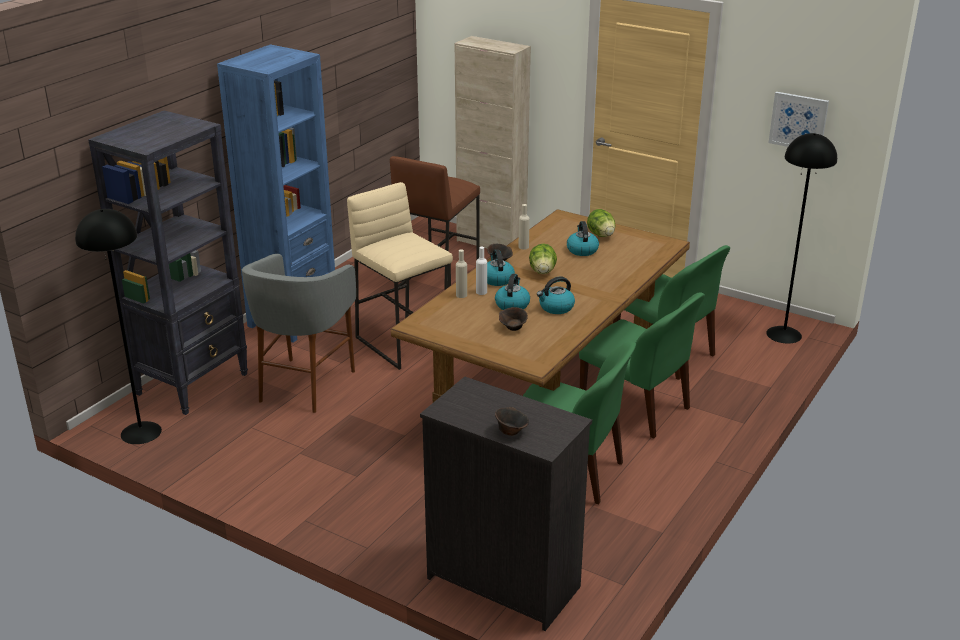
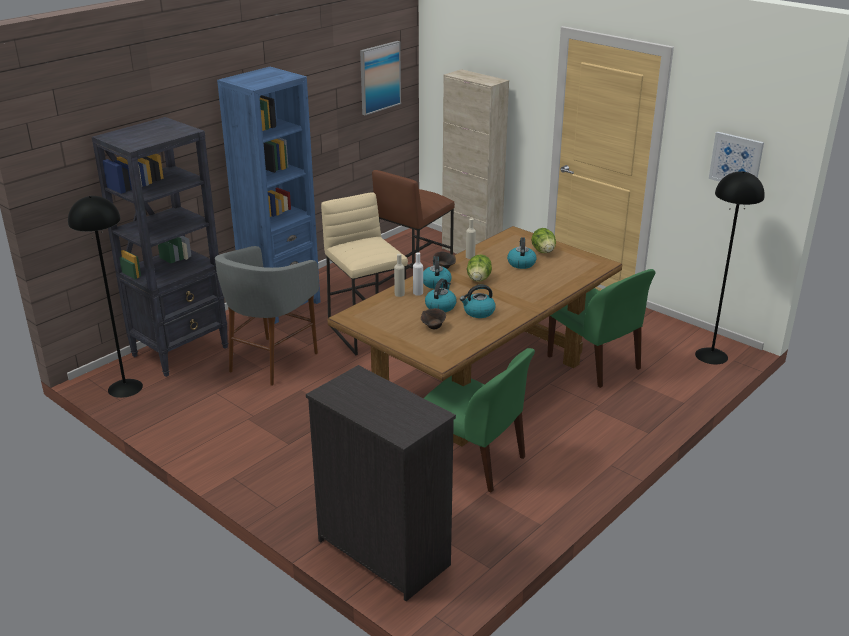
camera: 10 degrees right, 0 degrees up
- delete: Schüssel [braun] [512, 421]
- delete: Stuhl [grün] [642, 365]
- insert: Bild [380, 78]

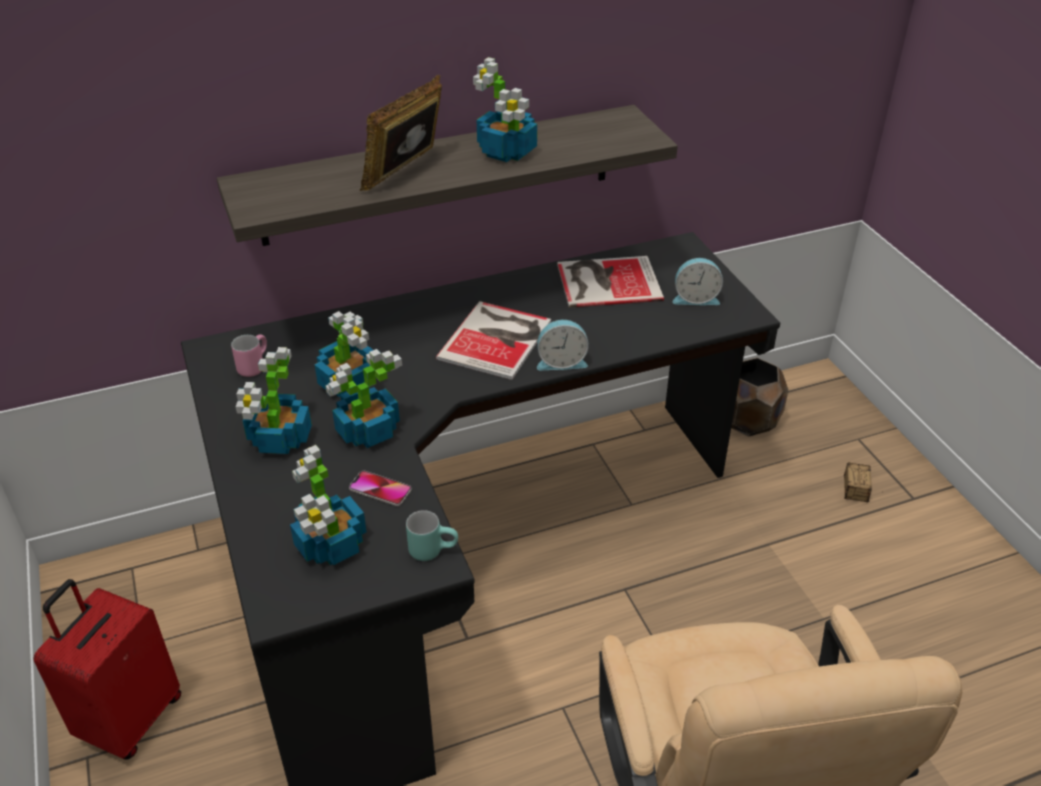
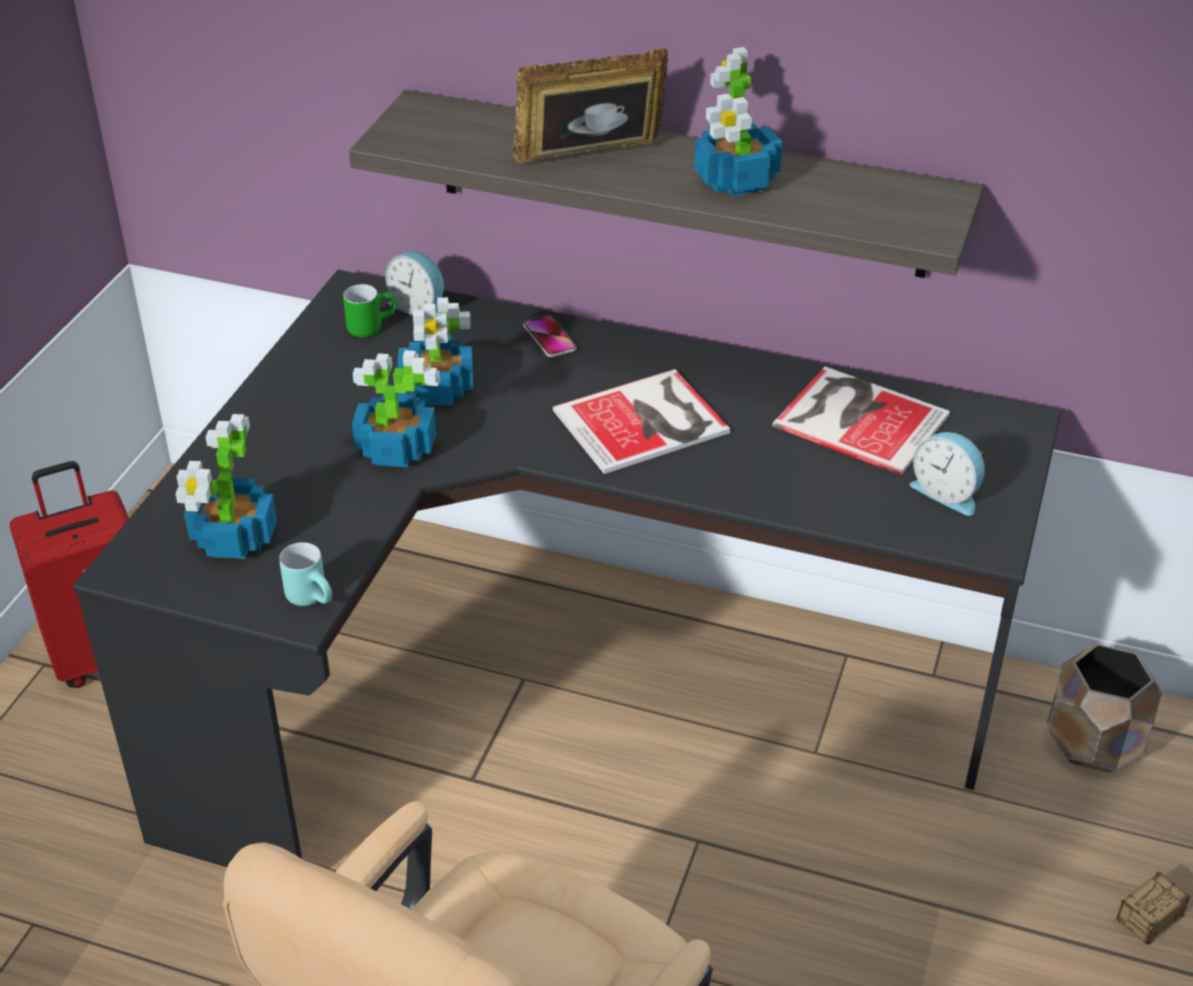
camera: 40 degrees right, 0 degrees up
- recolor: Henkelbecher [rosa] [249, 355] to Henkelbecher [grün] [370, 310]
- delete: Topfpflanze [273, 400]
- move: Handy [380, 488] to [550, 336]
- move: Wecker [563, 345] to [414, 284]

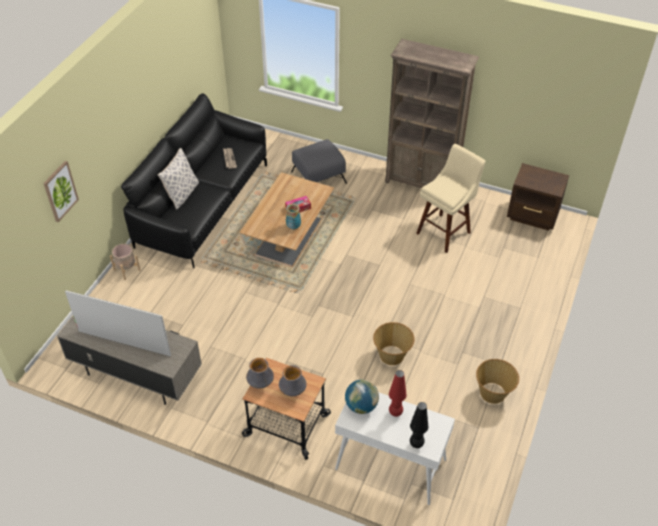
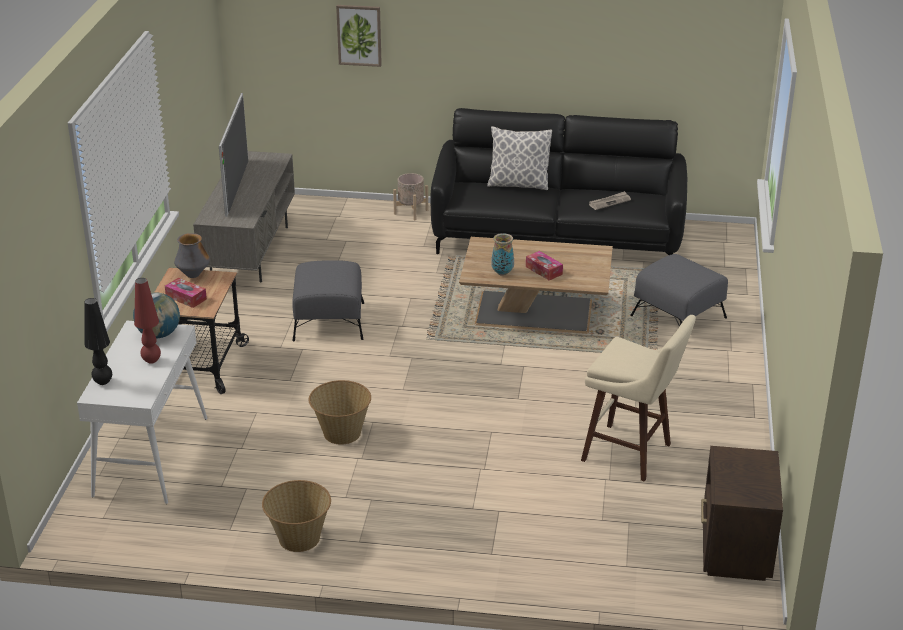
camera: 75 degrees right, 15 degrees down
- replace: Vase [292, 380] to Taschentuchbox [186, 293]
- delete: Bücherregal [braun] [432, 113]
- insert: Polsterhocker [grau] [328, 300]

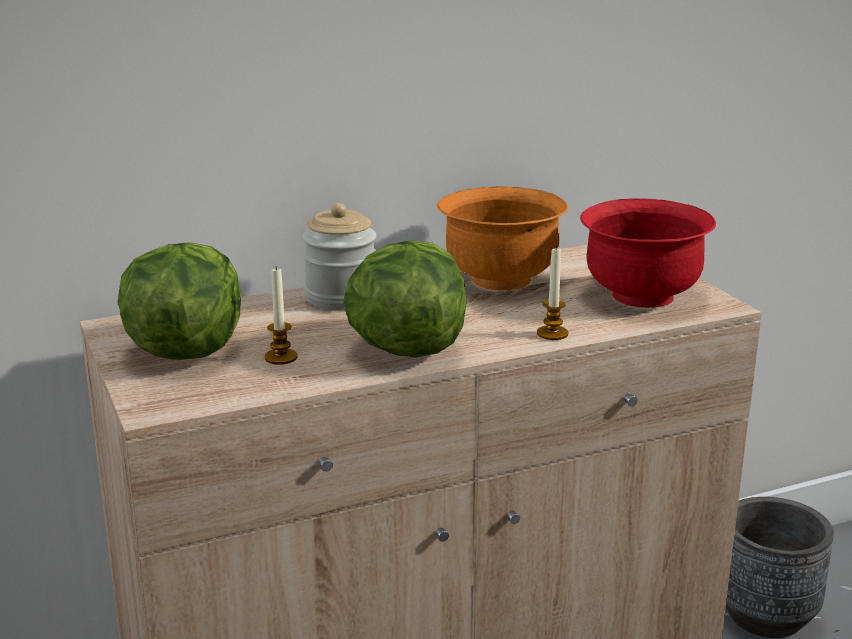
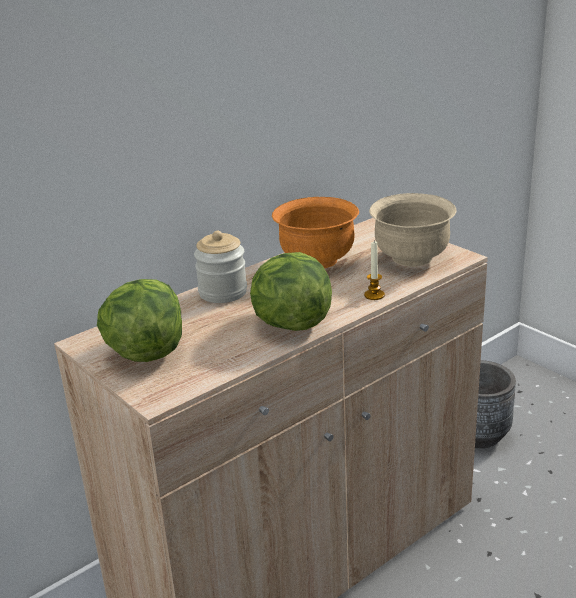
camera: 15 degrees left, 5 degrees up
- delete: Kerze [281, 316]
- recolor: Schüssel [rot] [648, 253] to Schüssel [beige] [412, 229]

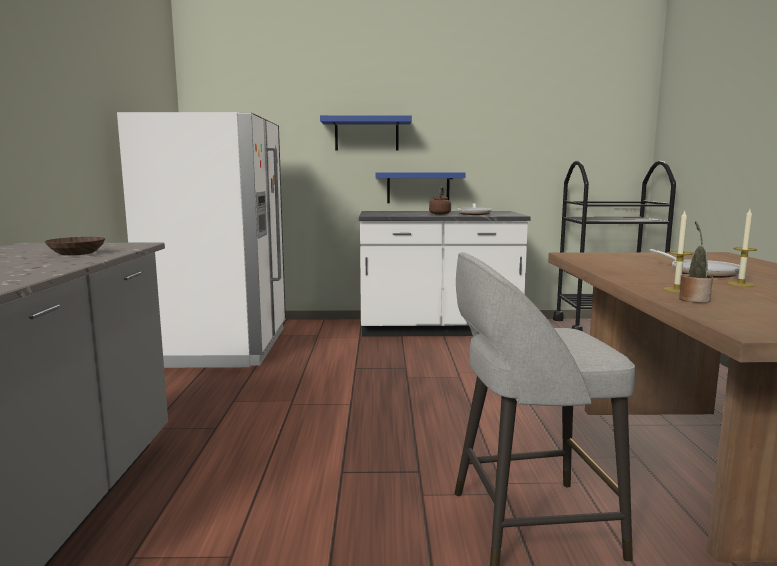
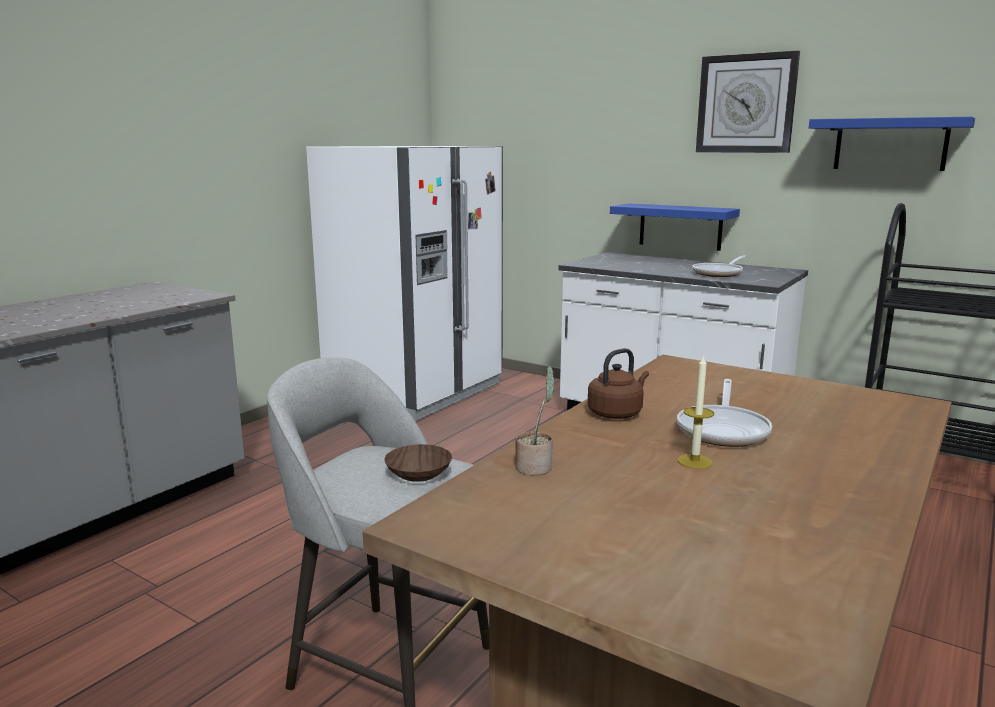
camera: 35 degrees right, 5 degrees up
- move: Schüssel [braun] [75, 246] to [418, 463]
- move: Wandregal [blau] [366, 132] to [892, 144]
- move: Wasserkessel [braun] [440, 200] to [618, 383]
- delete: Kerze [678, 252]
- insert: Wanduhr [748, 102]

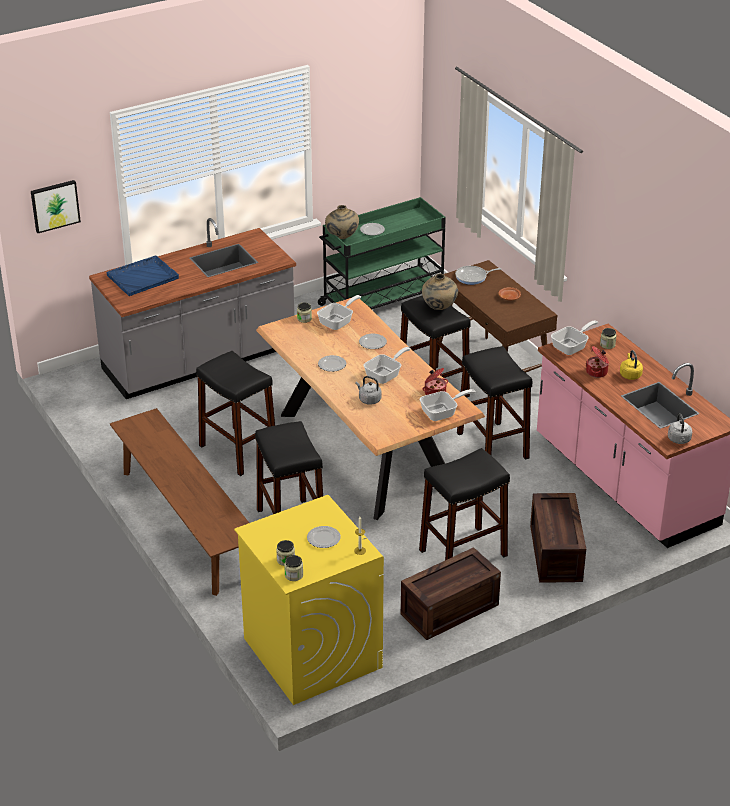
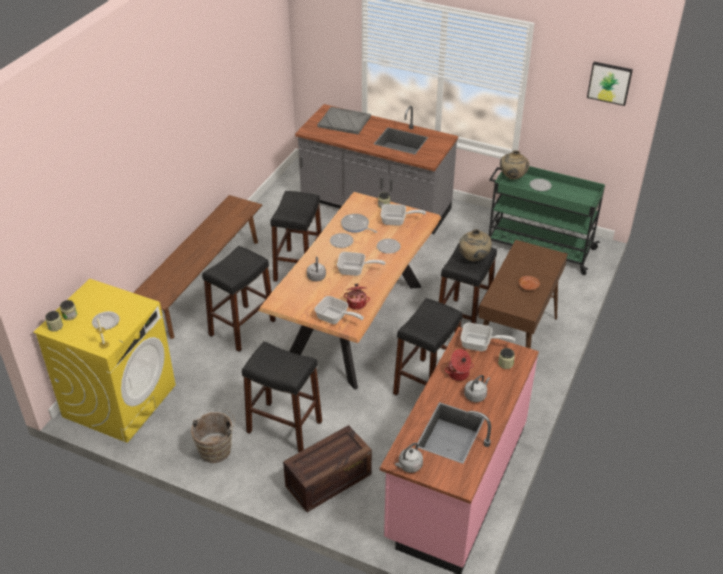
camera: 55 degrees right, 5 degrees up
- move: Bild [56, 206] to [610, 84]
- recolor: Tablett [blau] [143, 275] to Tablett [grau] [344, 120]
- replace: Kiste [451, 593] to Eimer [braun] [213, 435]
- move: Pfanne [478, 275] to [359, 223]
- recolor: Wasserkessel [gelb] [631, 365] to Wasserkessel [grau] [477, 388]

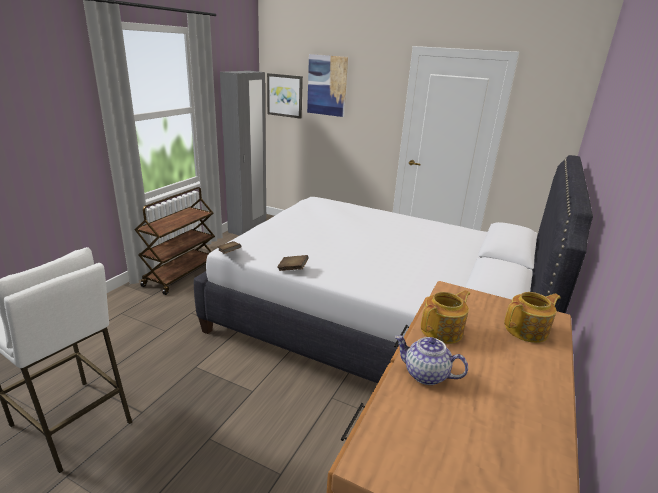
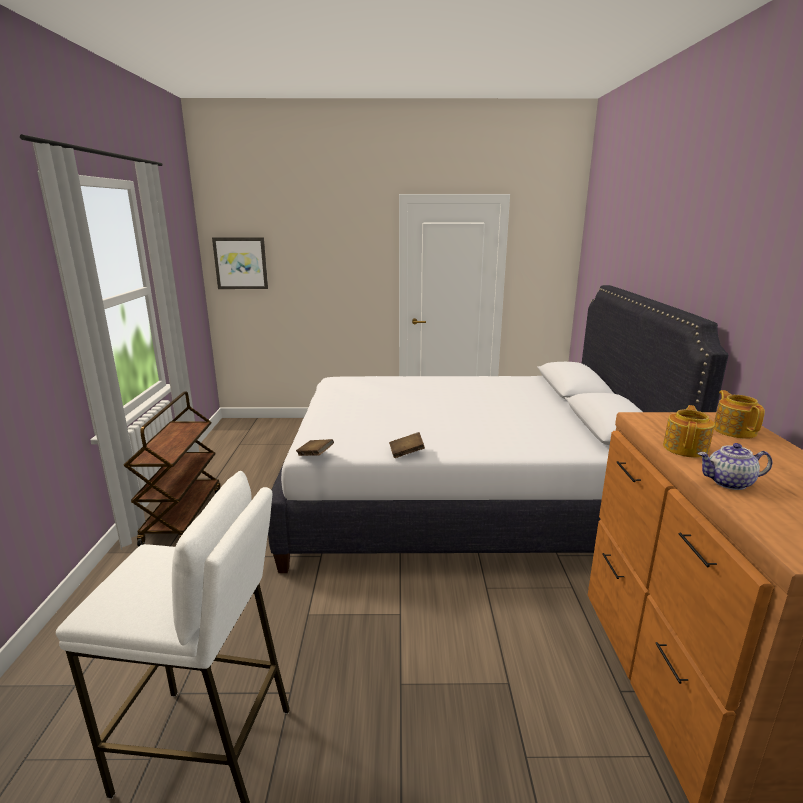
camera: 25 degrees left, 5 degrees down
- delete: Kleiderschrank [grau] [243, 153]
- delete: Bild [327, 85]
- rotate: Teekanne [532, 317] = [739, 414] 45 degrees counterclockwise

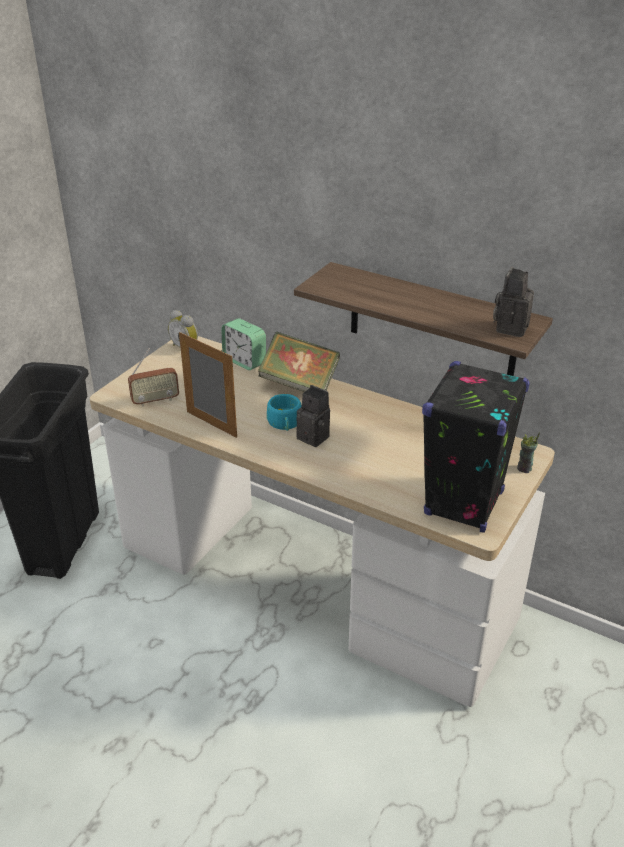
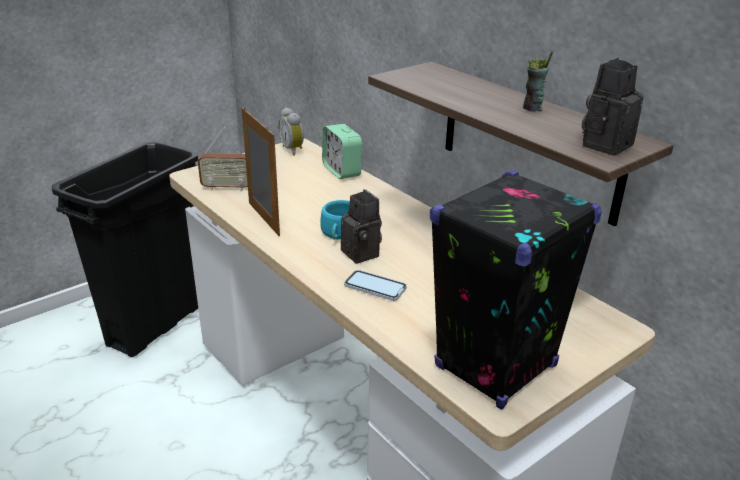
camera: 20 degrees right, 5 degrees down
- delete: Buch [299, 362]
- move: Tasse [528, 452] to [538, 82]
- insert: Handy [375, 285]

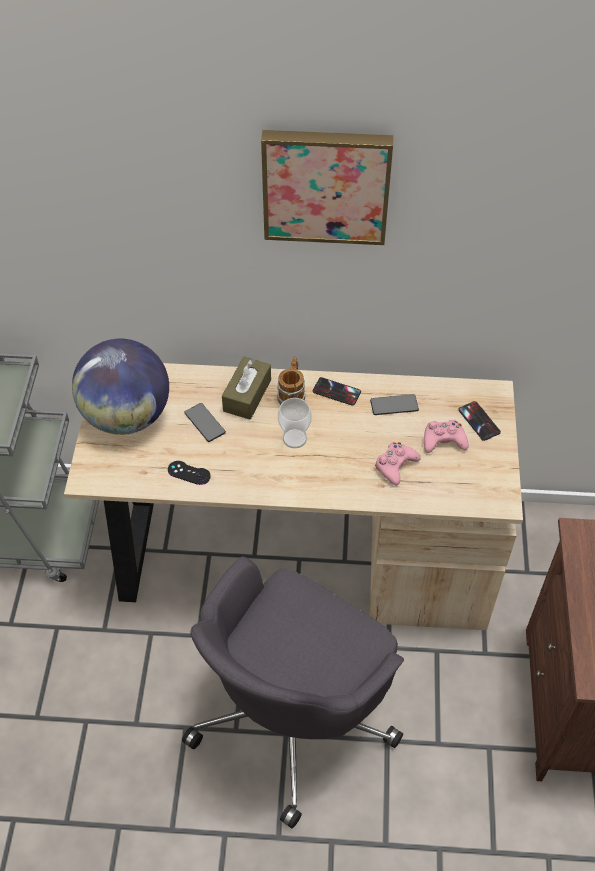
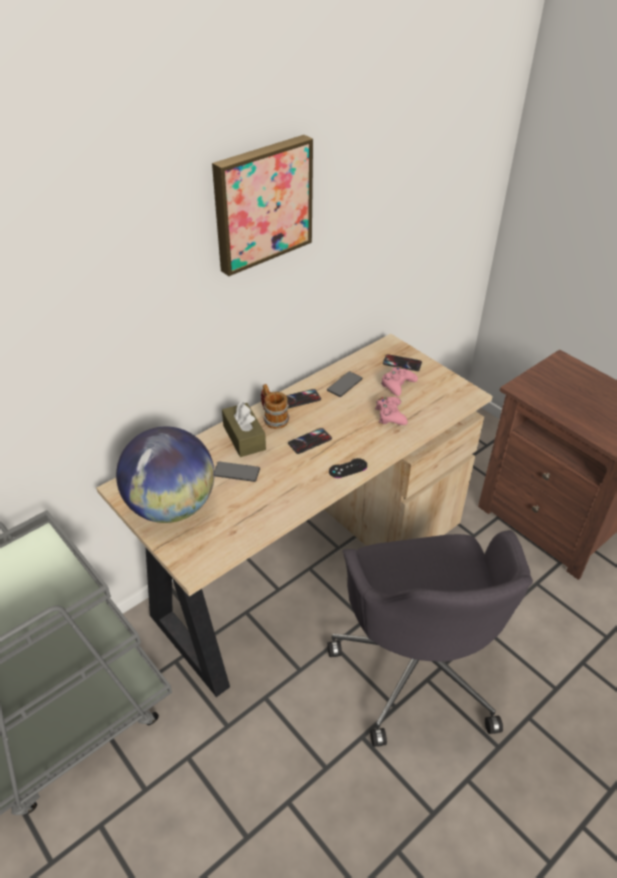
camera: 45 degrees left, 10 degrees down
- move: Gamepad [schwarz] [189, 473] to [348, 468]
- replace: Tasse [295, 423] to Handy [310, 441]

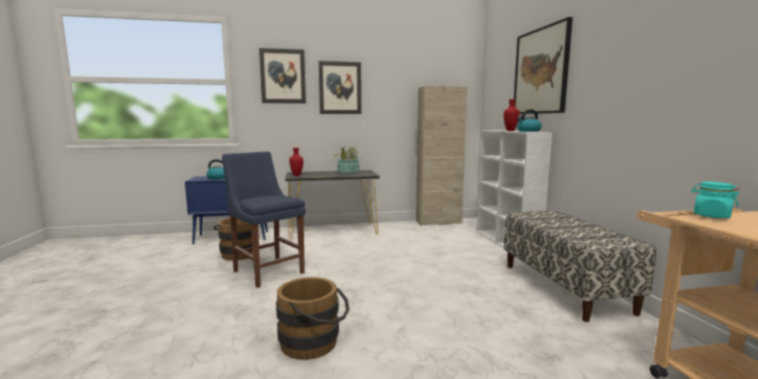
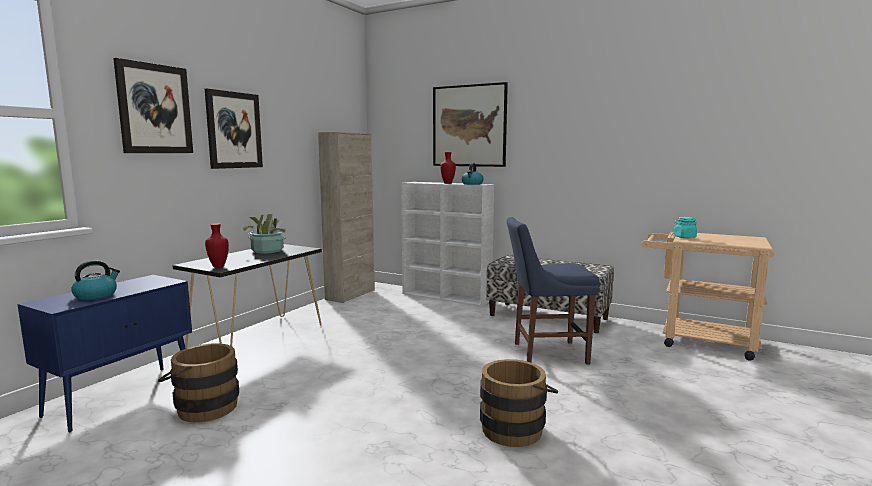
camera: 50 degrees left, 0 degrees up
- move: Stuhl [blau] [264, 219] to [553, 290]

